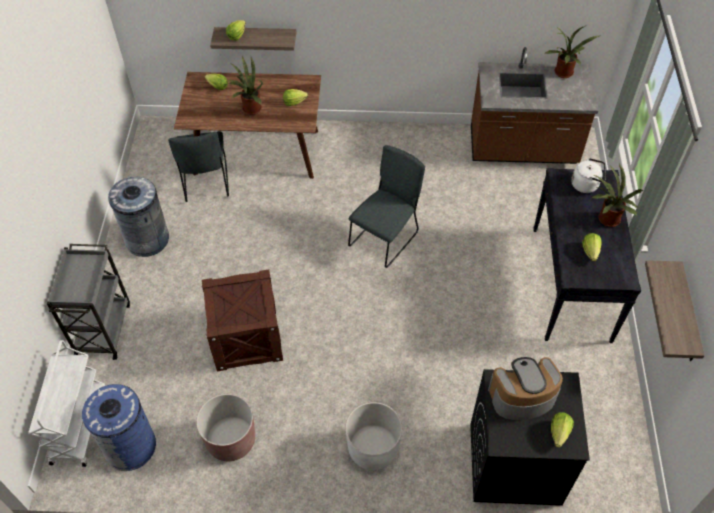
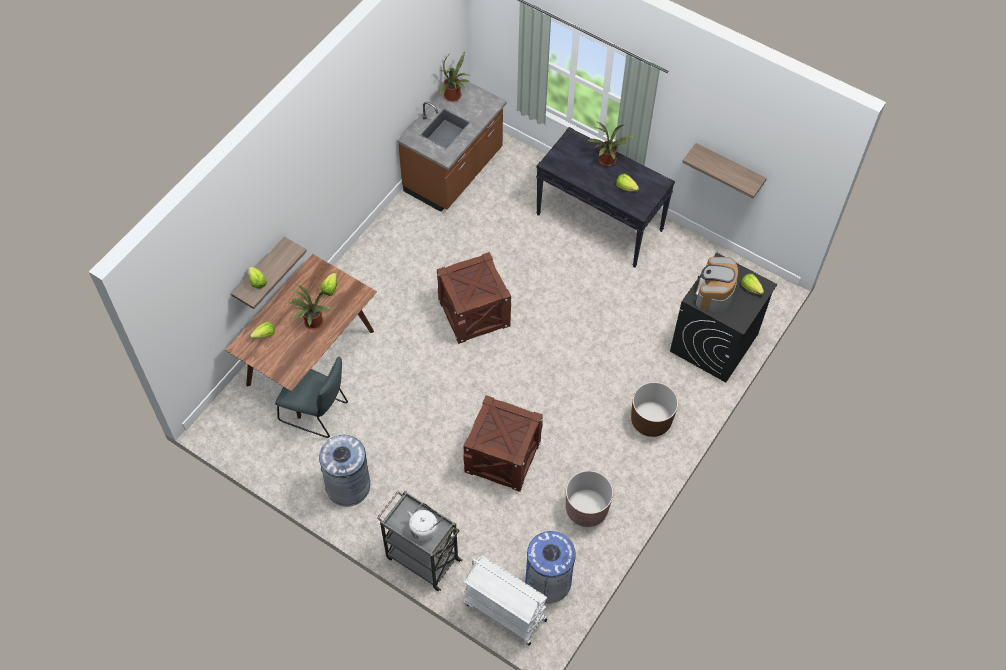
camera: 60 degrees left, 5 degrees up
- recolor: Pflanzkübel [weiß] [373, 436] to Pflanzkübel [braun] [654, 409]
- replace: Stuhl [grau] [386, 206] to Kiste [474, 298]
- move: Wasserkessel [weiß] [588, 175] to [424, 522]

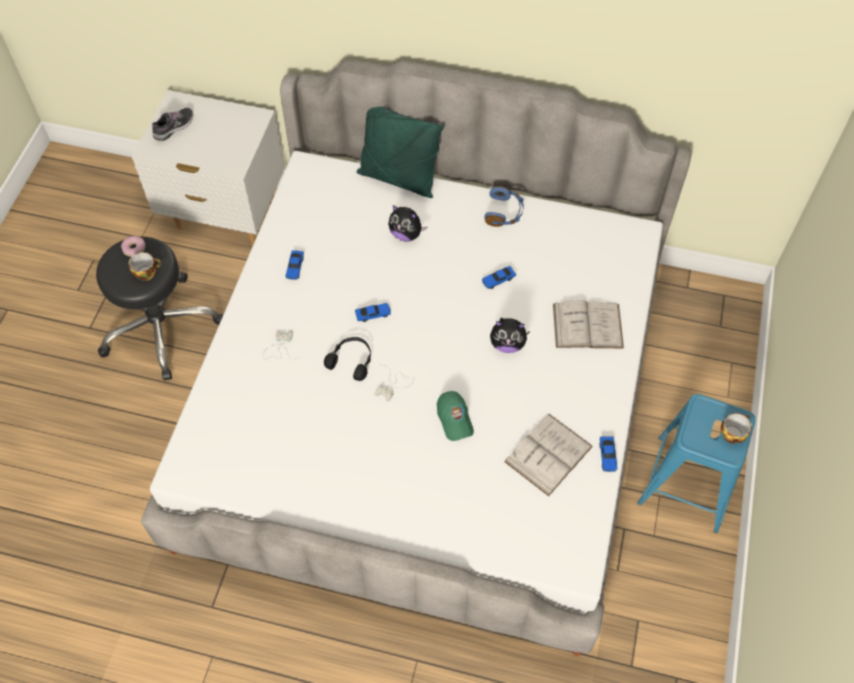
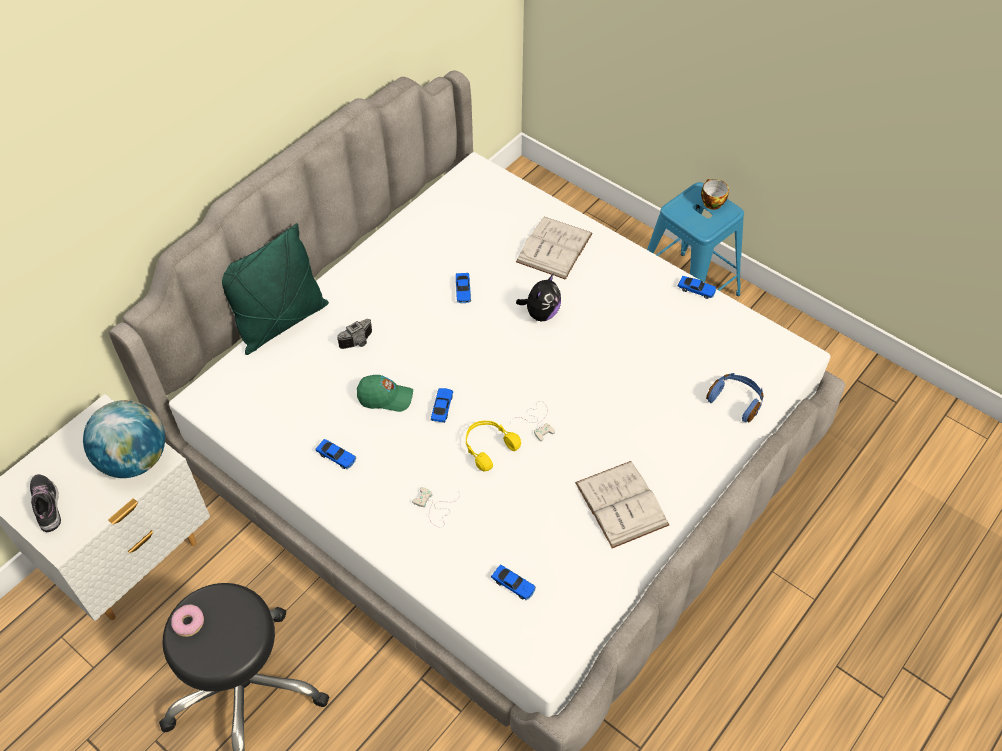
camera: 65 degrees left, 5 degrees down
- delete: Tasse [145, 266]
- recolor: Kopfhörer [schwarz] [347, 359] to Kopfhörer [gelb] [493, 446]
- replace: Plüschtier [408, 223] to Kamera [354, 334]
- move: Kappe [grün] [455, 416] to [385, 393]
- move: Kopfhörer [blau] [504, 206] to [735, 397]
- move: Buch [weiß] [548, 454] to [622, 504]
- insert: Globus [124, 439]
- insert: Spielzeugauto [513, 582]

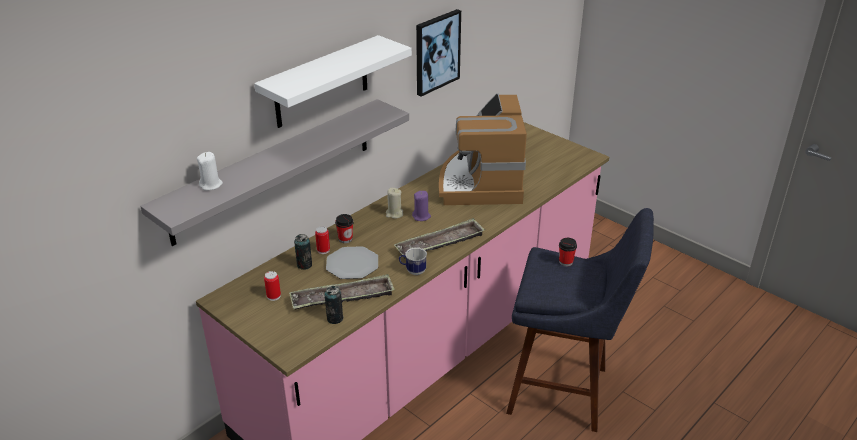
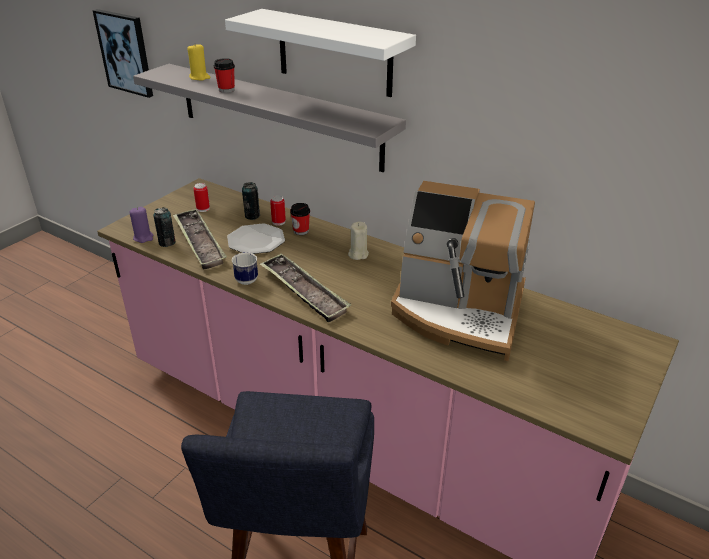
camera: 80 degrees right, 0 degrees up
- recolor: Kerze [weiß] [210, 171] to Kerze [gelb] [198, 62]
- move: Kerze [lila] [421, 206] to [141, 225]
- move: Bild [438, 53] to [123, 53]
- rotate: Kaffeemaschine [483, 149] = [463, 271] 150 degrees counterclockwise
- move: Tasse [568, 252] to [224, 75]

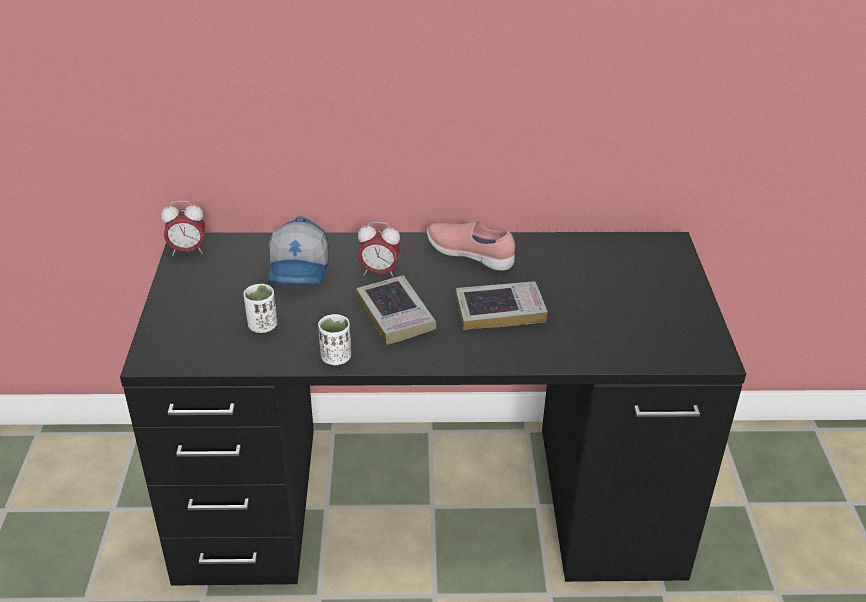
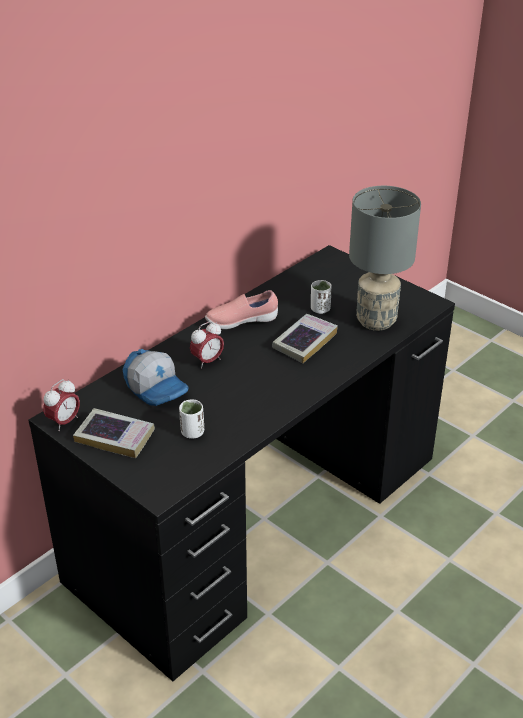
camera: 45 degrees left, 0 degrees up
- move: Tasse [weiß] [334, 339] to [321, 297]
- move: Buch [396, 310] to [114, 433]
- insert: Tischlampe [grau] [385, 258]

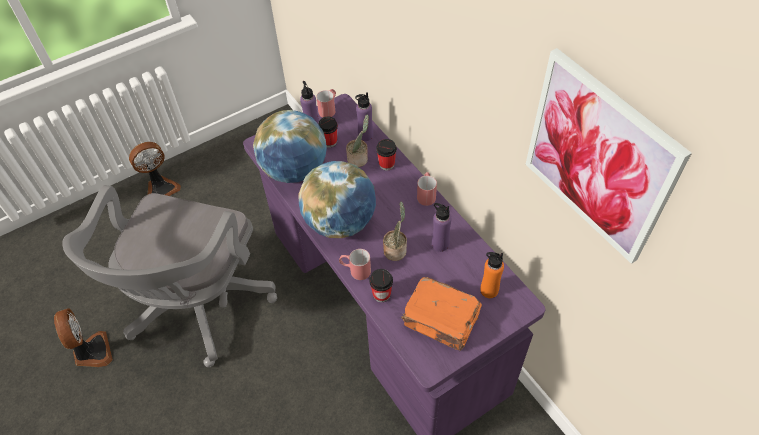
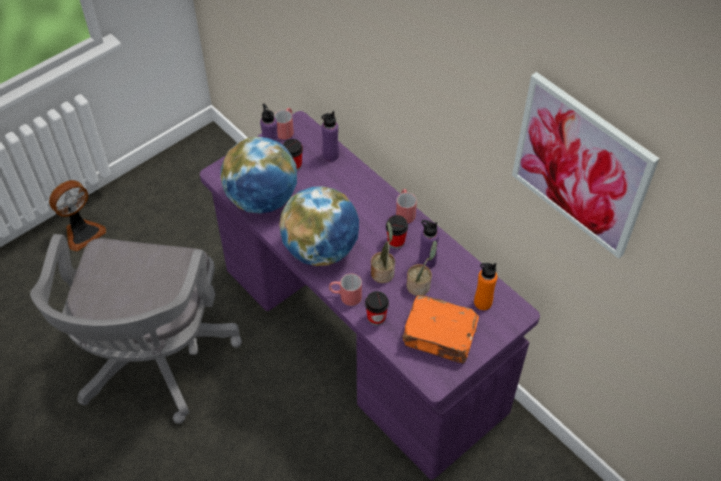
camera: 10 degrees left, 0 degrees up
- delete: Ventilator [83, 337]
- move: Topfpflanze [357, 140] to [422, 268]
- move: Tasse [386, 154] to [397, 232]

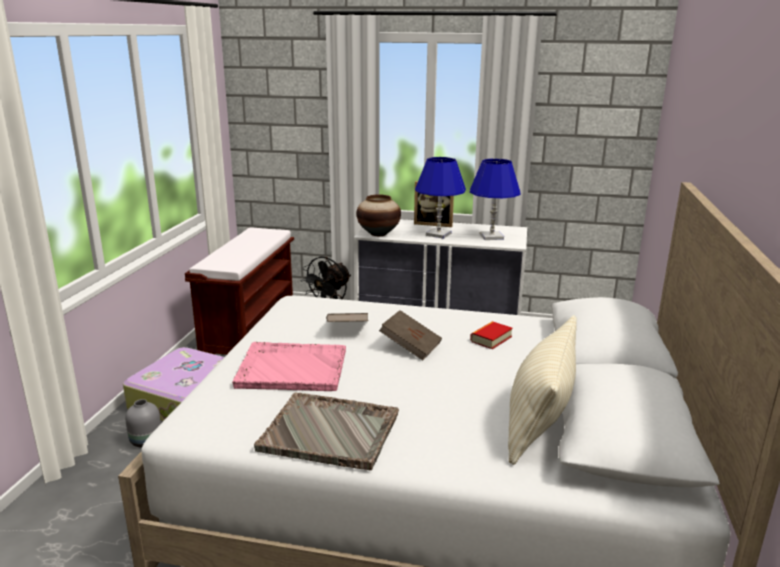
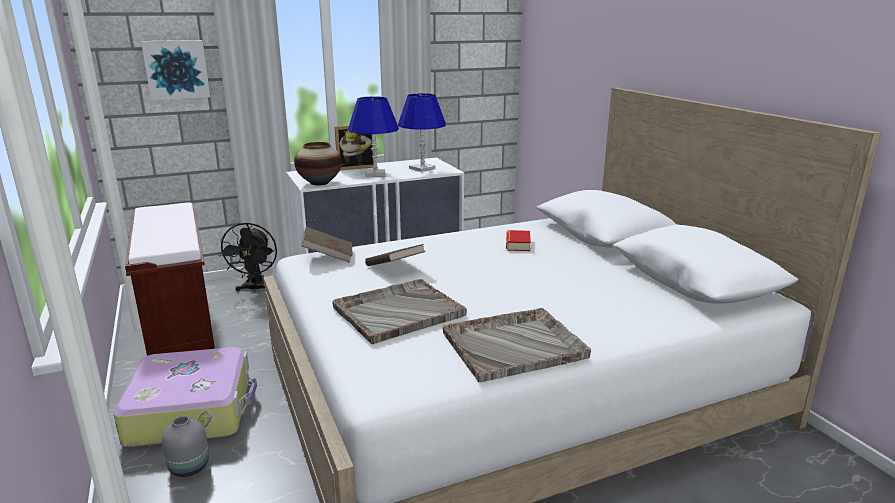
camera: 35 degrees left, 0 degrees up
- recolor: Tablett [rosa] [289, 366] to Tablett [grau] [399, 312]
- move: Buch [braun] [410, 335] to [327, 245]
- delete: Kissen [beige] [542, 390]
- insert: Bild [175, 70]

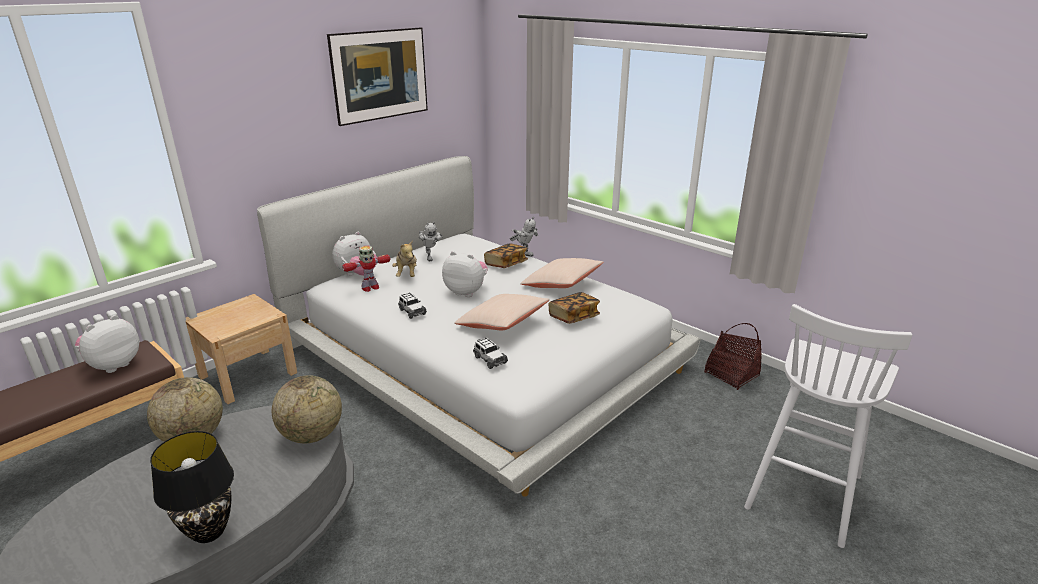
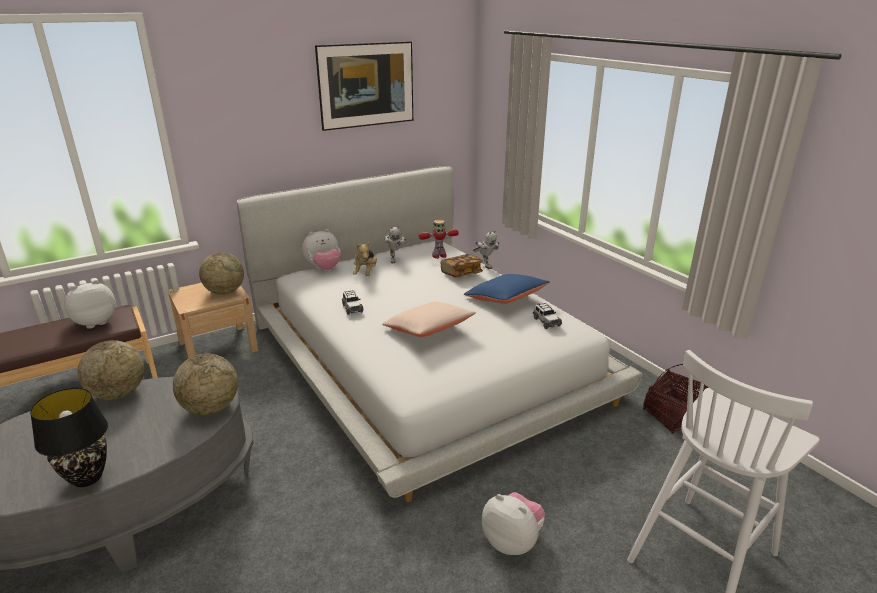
camera: 15 degrees right, 0 degrees up
- move: Spielzeugroboter [366, 269] to [439, 239]
- move: Plüschtier [465, 274] to [513, 523]
- move: Spielzeugauto [490, 353] to [547, 316]
- recolor: Kissen [beige] [561, 273] to Kissen [blau] [507, 289]
- delete: Buch [574, 308]
- insert: Globus [221, 273]

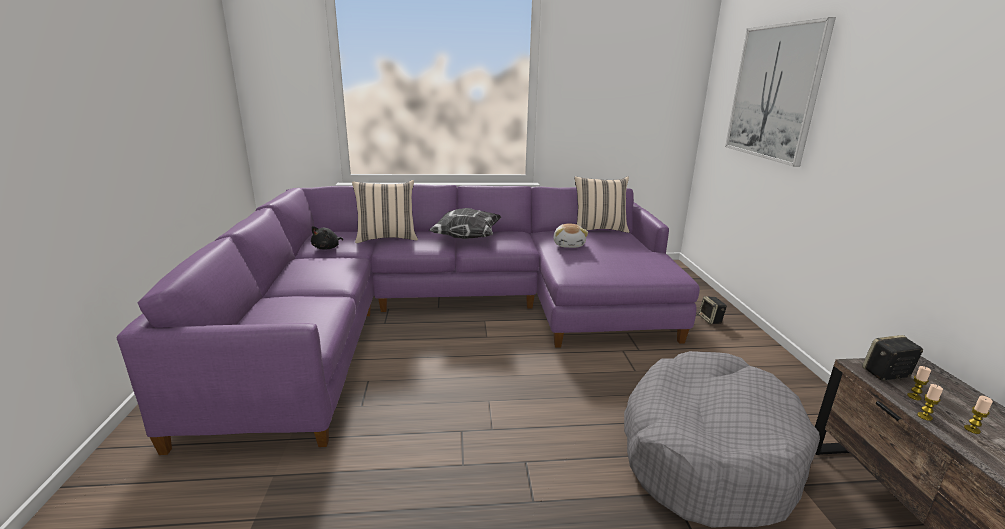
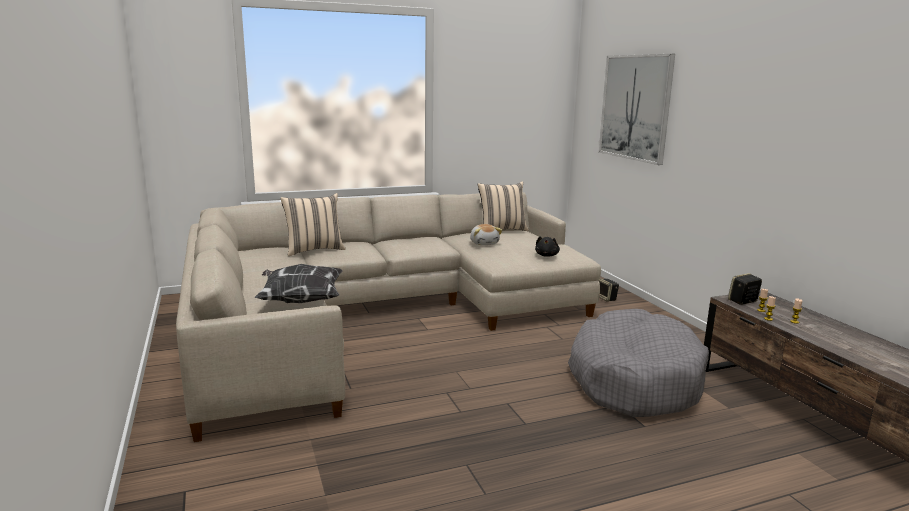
camera: 15 degrees left, 5 degrees down
- recolor: Sofa [lila] [408, 319] to Sofa [beige] [388, 317]
- move: Plüschtier [schwarz] [327, 238] to [547, 246]
- move: Kissen [464, 223] to [298, 283]

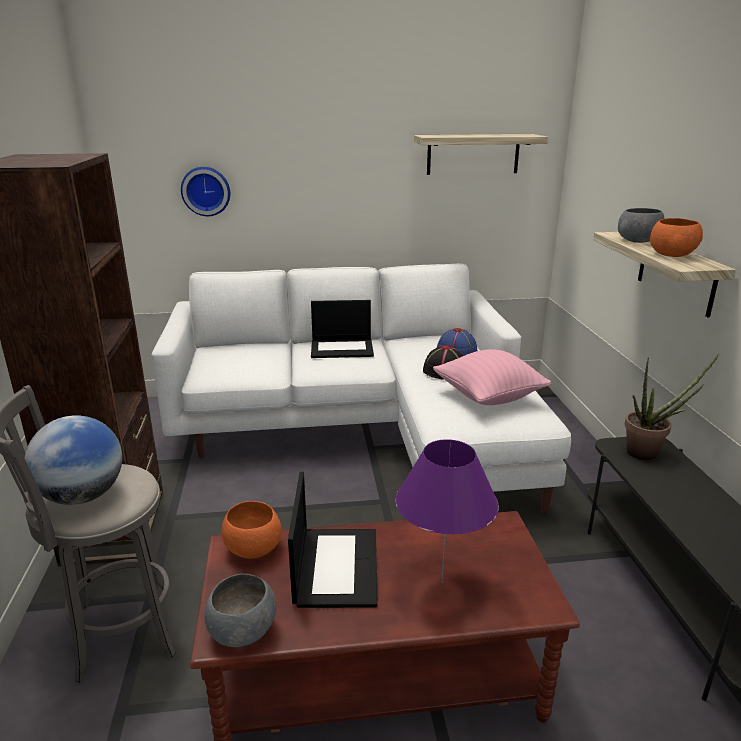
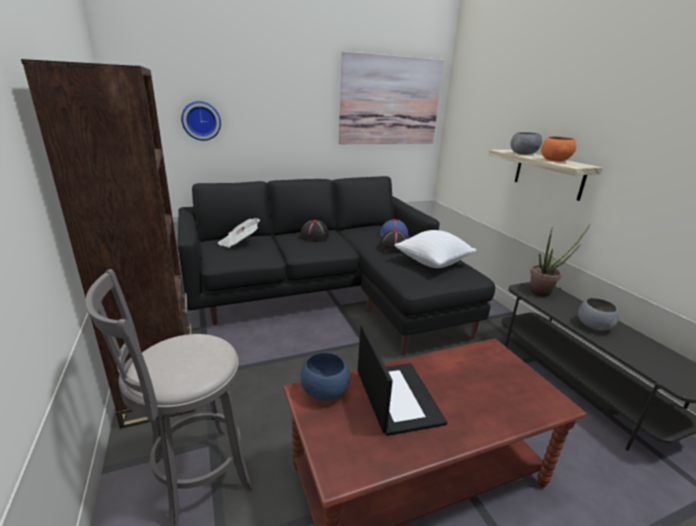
camera: 15 degrees left, 0 degrees up
- delete: Globus [73, 460]
- recolor: Sofa [weiß] [361, 389] to Sofa [schwarz] [336, 265]
- move: Schüssel [grau] [241, 610] to [598, 314]
- recolor: Schüssel [orange] [251, 530] to Schüssel [blau] [325, 376]
- replace: Laptop [342, 329] to Hut [schwarz] [314, 231]
- delete: Tischlampe [lila] [447, 511]
- replace: Wandregal [481, 154] to Bild [391, 97]
- recolor: Kissen [rosa] [492, 377] to Kissen [weiß] [435, 249]
- insert: Zeitung [239, 233]

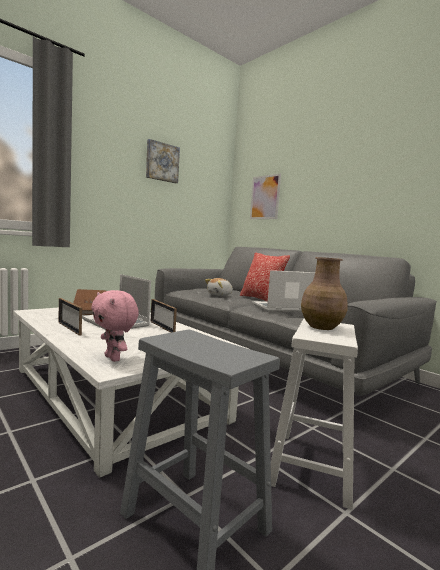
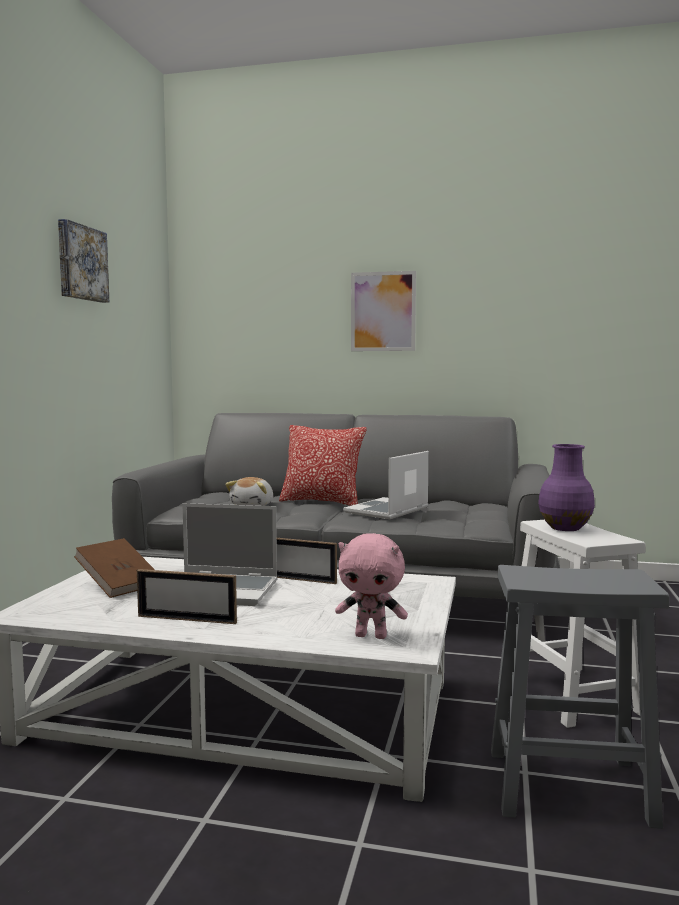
camera: 35 degrees left, 0 degrees up
- move: Bild [265, 196] to [383, 311]
- recolor: Vase [braun] [324, 293] to Vase [lila] [566, 487]

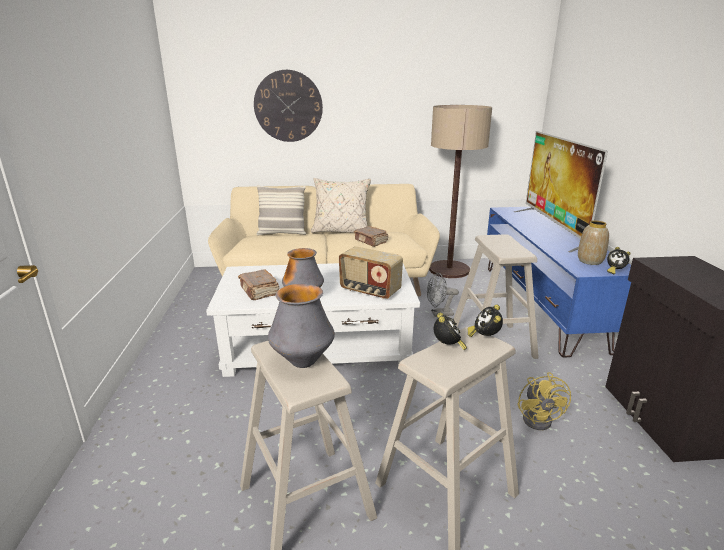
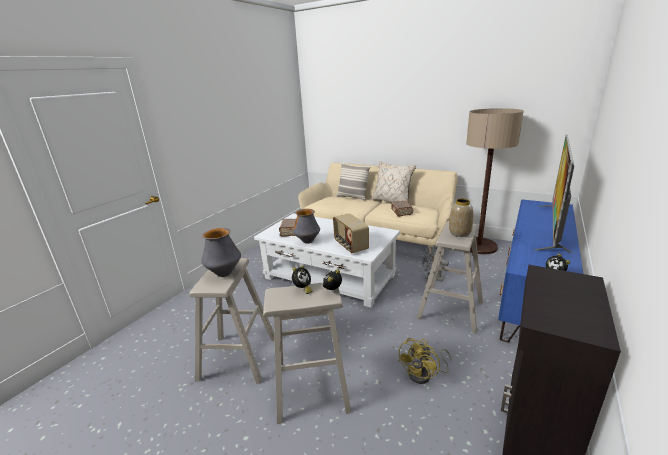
camera: 35 degrees right, 0 degrees up
- delete: Wanduhr [288, 106]
- move: Vase [593, 243] to [461, 218]

